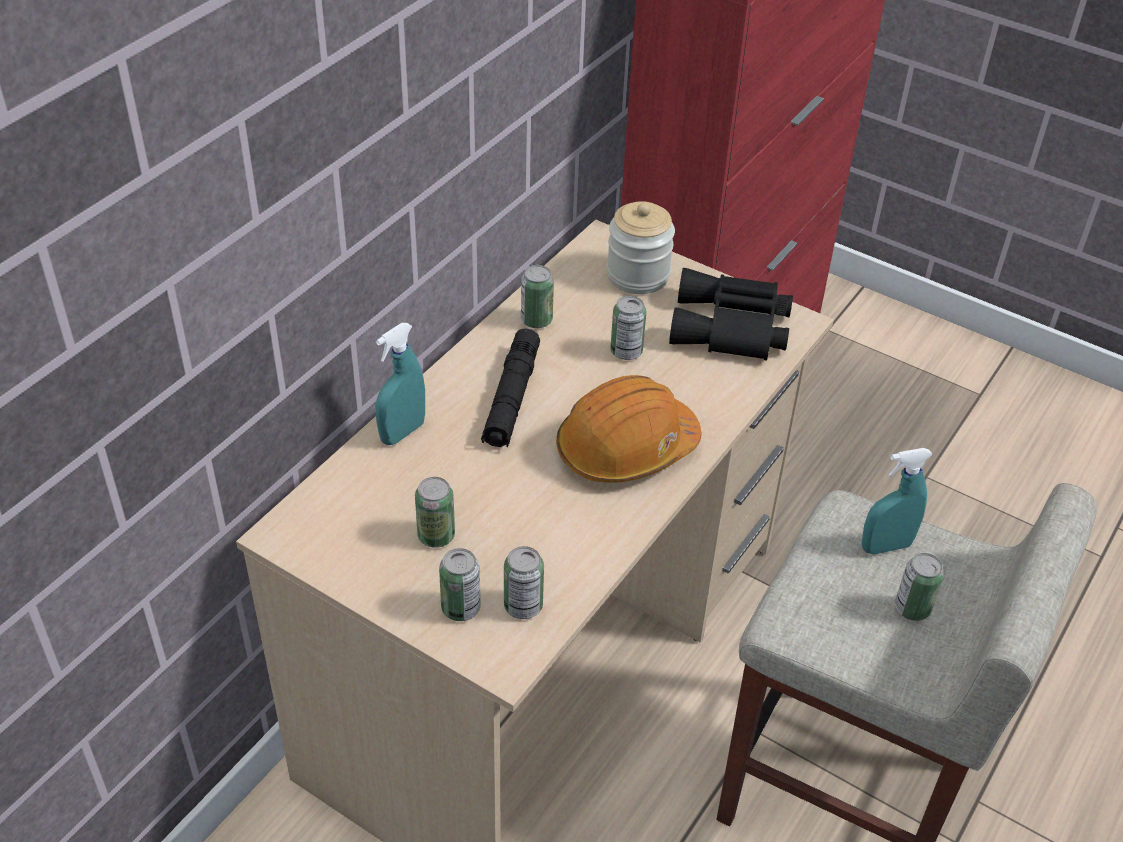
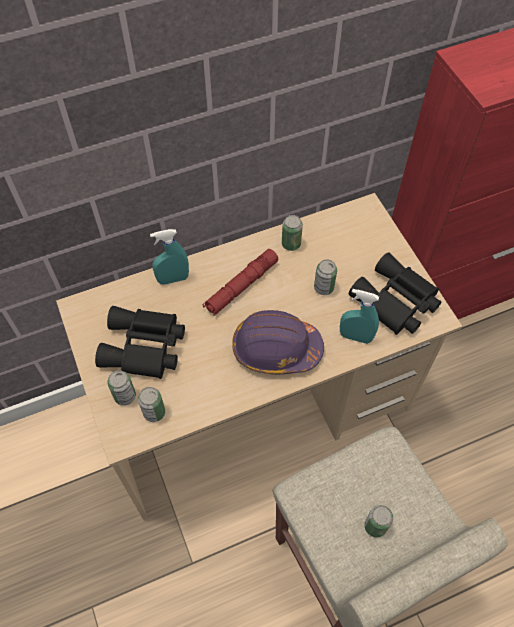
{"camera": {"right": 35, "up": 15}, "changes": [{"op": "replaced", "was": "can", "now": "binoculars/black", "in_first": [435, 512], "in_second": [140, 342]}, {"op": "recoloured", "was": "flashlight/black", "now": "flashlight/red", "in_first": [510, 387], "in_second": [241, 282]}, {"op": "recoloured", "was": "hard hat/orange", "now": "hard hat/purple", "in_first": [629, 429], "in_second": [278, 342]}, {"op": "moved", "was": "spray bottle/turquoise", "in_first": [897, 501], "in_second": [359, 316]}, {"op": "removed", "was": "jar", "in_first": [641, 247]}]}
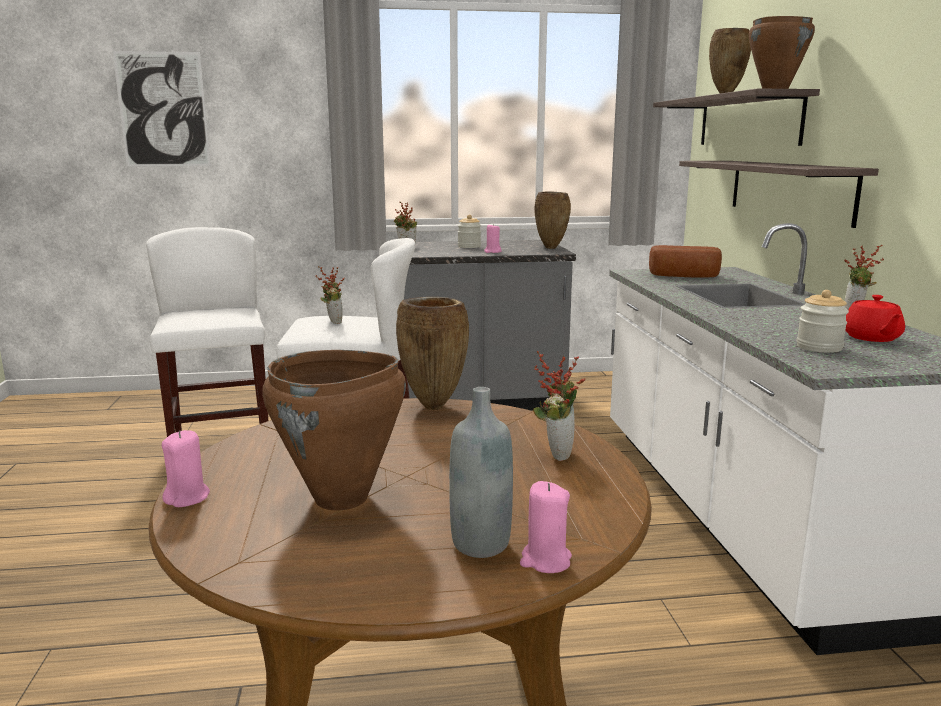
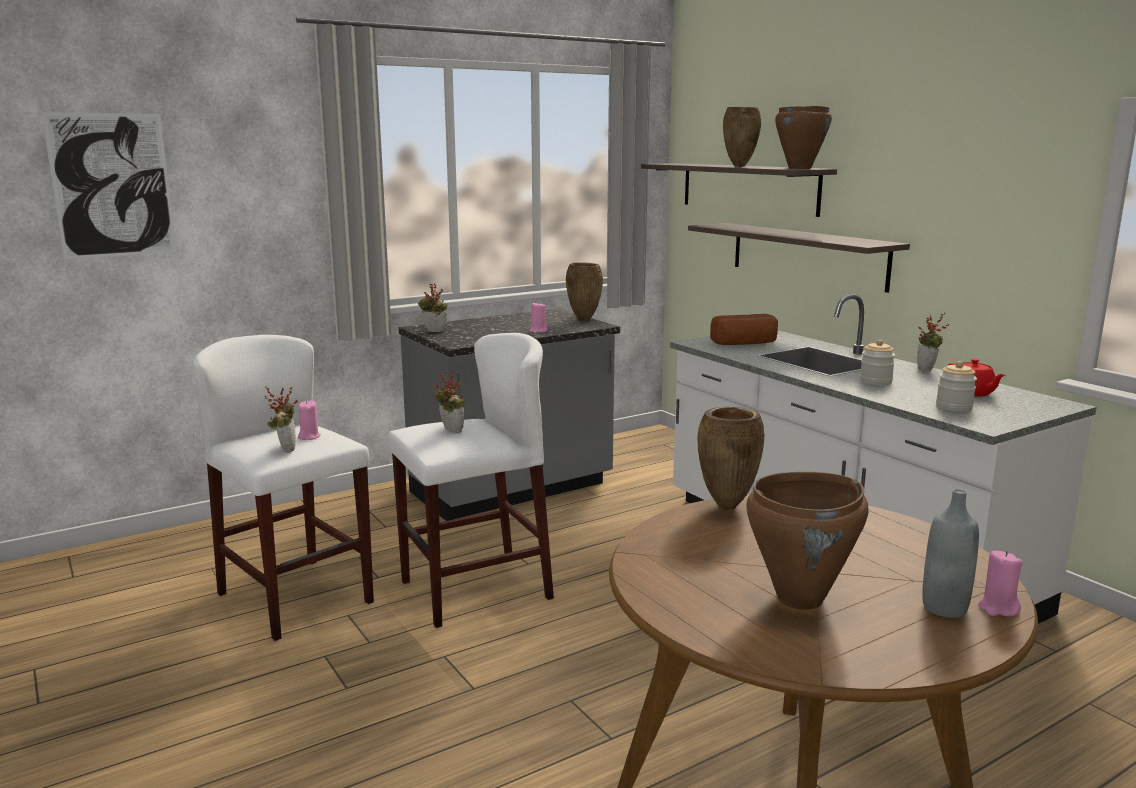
{"camera": {"right": -25, "up": 0}, "changes": [{"op": "moved", "was": "potted plant", "in_first": [559, 406], "in_second": [281, 419]}, {"op": "moved", "was": "candle/pink", "in_first": [186, 468], "in_second": [309, 420]}, {"op": "moved", "was": "jar", "in_first": [469, 231], "in_second": [877, 362]}]}
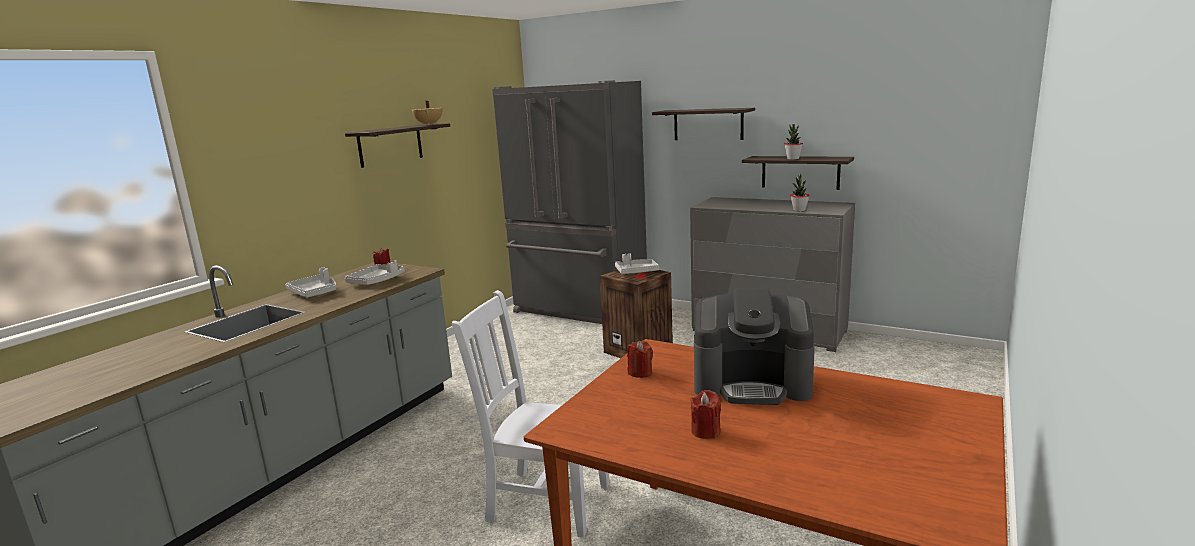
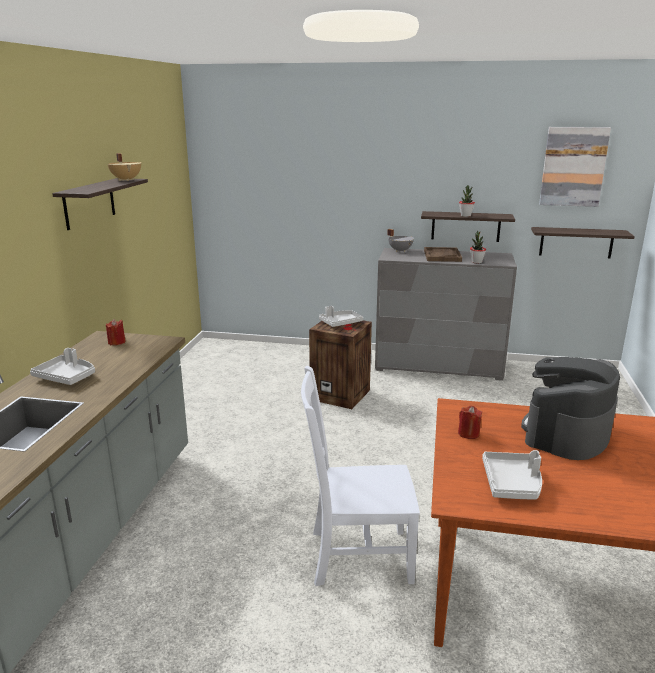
{"camera": {"right": -20, "up": 5}, "changes": [{"op": "added", "now": "cooking pot/grey", "in_second": [400, 240]}, {"op": "added", "now": "tray/brown", "in_second": [443, 254]}, {"op": "moved", "was": "tray/grey", "in_first": [375, 272], "in_second": [512, 475]}, {"op": "turned", "was": "coffee machine", "in_first": [754, 346], "in_second": [570, 408], "clockwise": 135}, {"op": "moved", "was": "shelf", "in_first": [703, 124], "in_second": [583, 242]}, {"op": "added", "now": "picture", "in_second": [575, 167]}, {"op": "removed", "was": "fridge/grey", "in_first": [569, 202]}, {"op": "removed", "was": "candle/red", "in_first": [705, 414]}]}
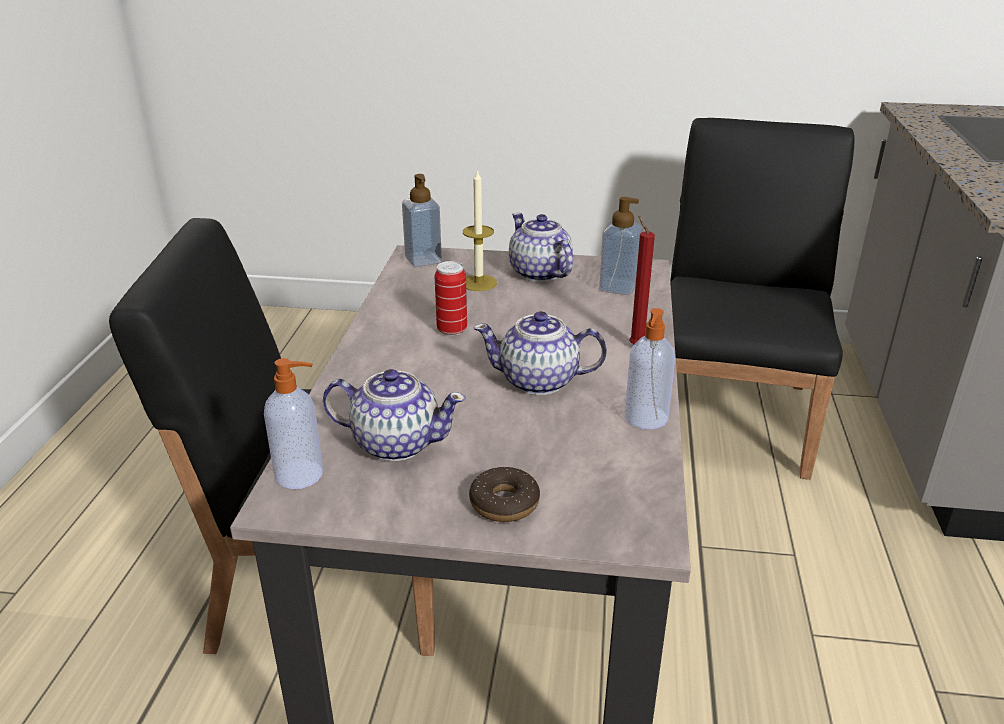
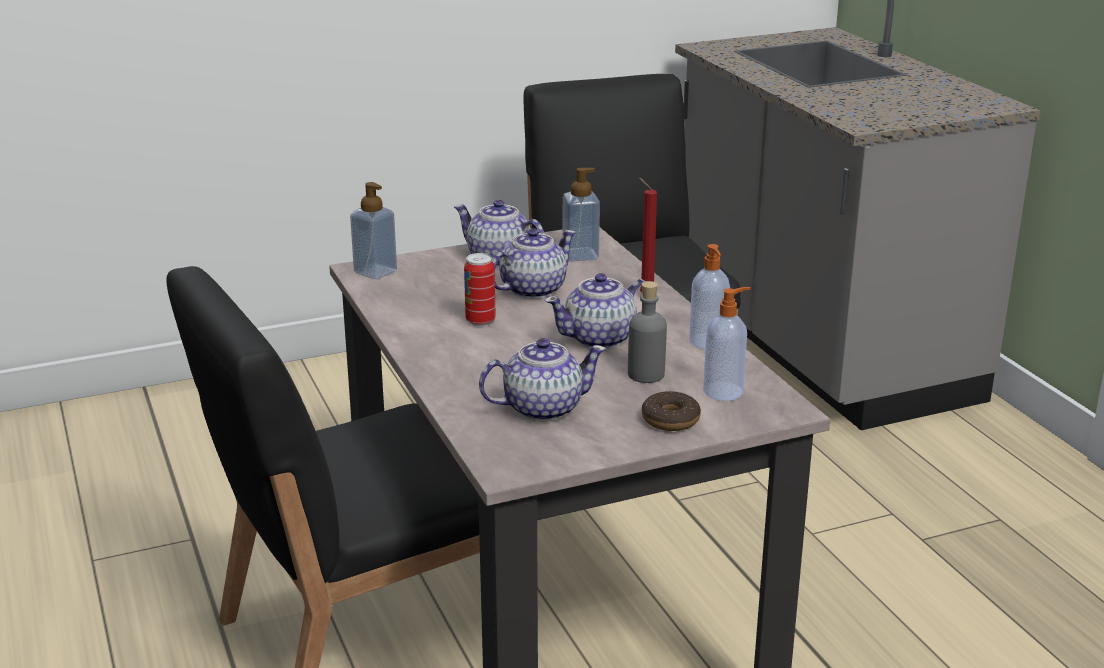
{"camera": {"right": -30, "up": -5}, "changes": [{"op": "added", "now": "teapot", "in_second": [534, 263]}, {"op": "added", "now": "bottle/grey", "in_second": [647, 332]}, {"op": "moved", "was": "soap dispenser", "in_first": [293, 423], "in_second": [727, 344]}, {"op": "removed", "was": "candle", "in_first": [480, 230]}]}
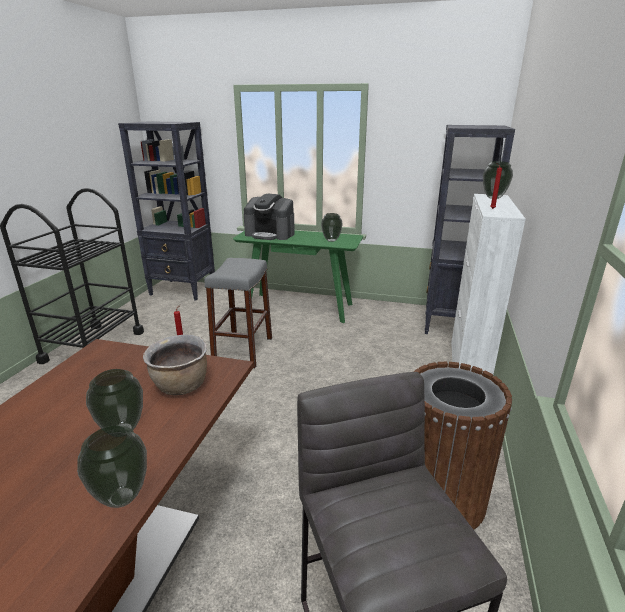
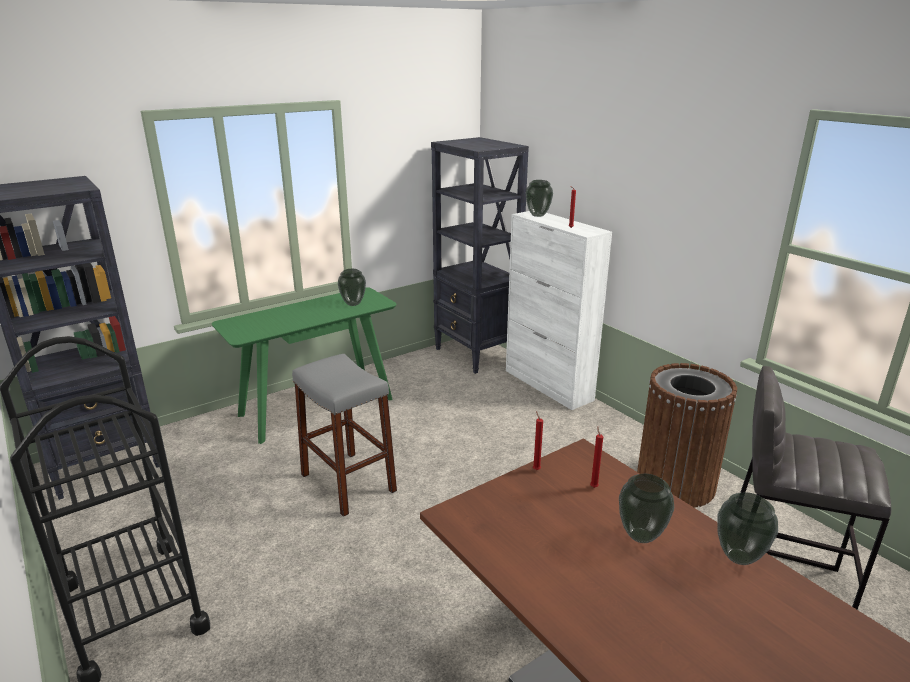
{"camera": {"right": -50, "up": 0}, "changes": [{"op": "replaced", "was": "cooking pot/brown", "now": "candle/red", "in_first": [175, 364], "in_second": [596, 457]}, {"op": "removed", "was": "coffee machine", "in_first": [269, 217]}]}
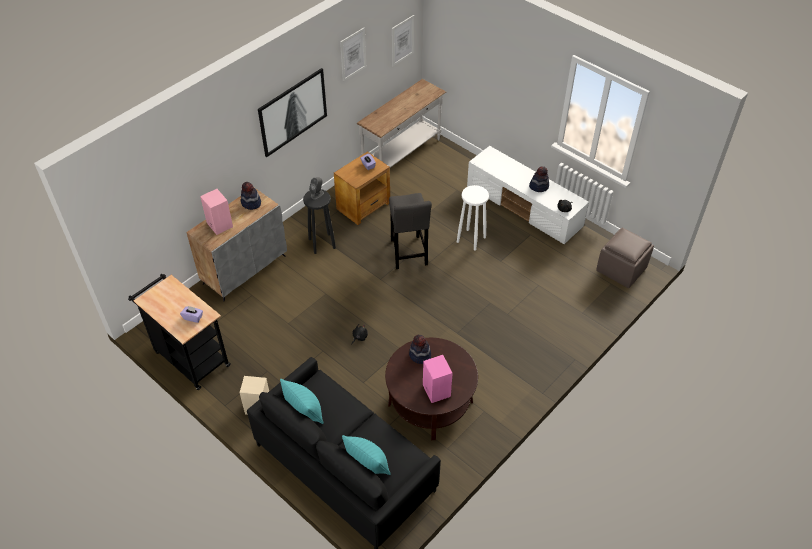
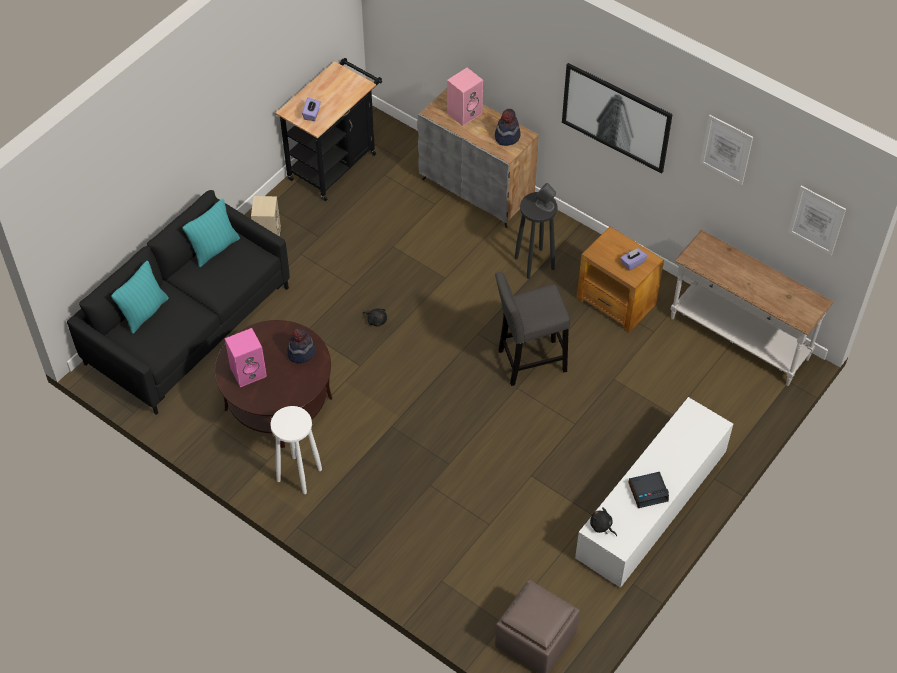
{"camera": {"right": 85, "up": 5}, "changes": [{"op": "moved", "was": "stool/white", "in_first": [473, 218], "in_second": [296, 450]}, {"op": "replaced", "was": "hat", "now": "alarm clock", "in_first": [539, 179], "in_second": [648, 490]}]}
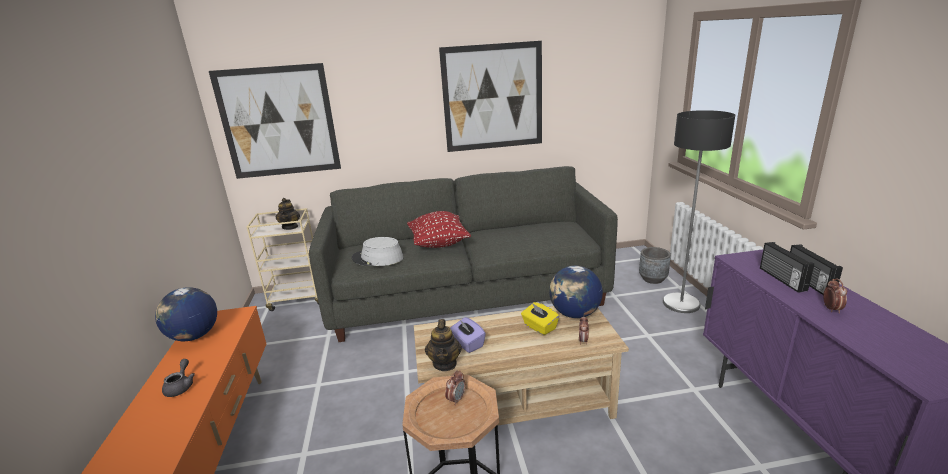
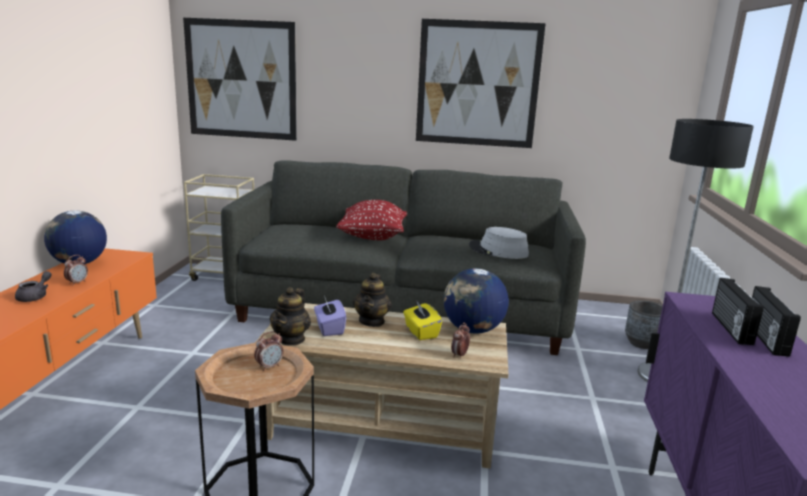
{"camera": {"right": 15, "up": -5}, "changes": [{"op": "moved", "was": "alarm clock", "in_first": [835, 295], "in_second": [76, 270]}, {"op": "moved", "was": "teapot", "in_first": [288, 214], "in_second": [372, 300]}, {"op": "moved", "was": "hat/grey", "in_first": [378, 251], "in_second": [499, 243]}]}
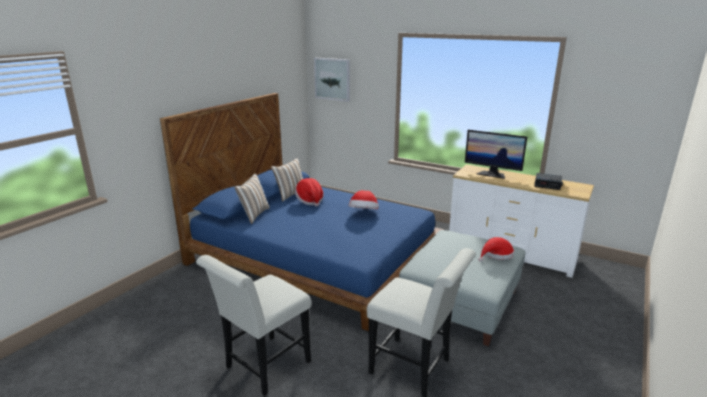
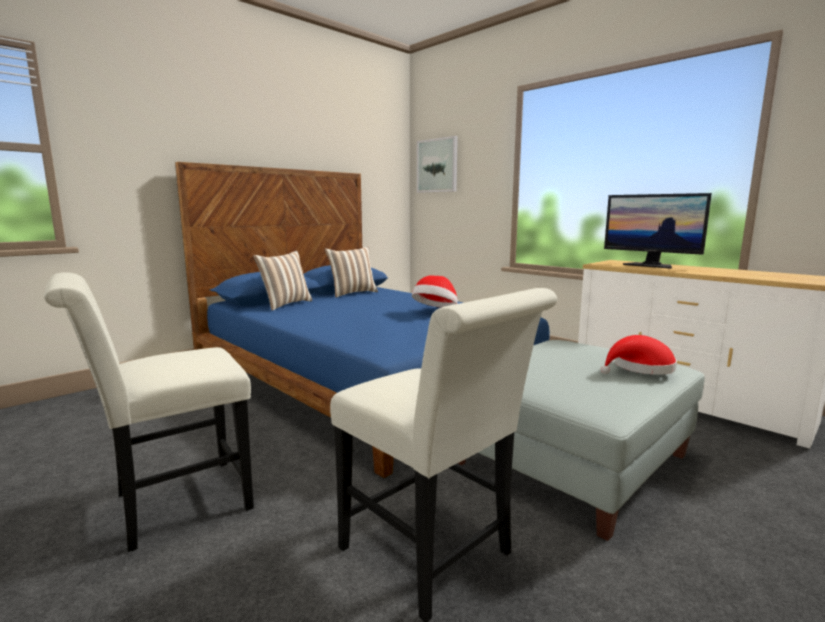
{"camera": {"right": 15, "up": -10}, "changes": [{"op": "removed", "was": "hat", "in_first": [309, 192]}, {"op": "removed", "was": "alarm clock", "in_first": [548, 181]}]}
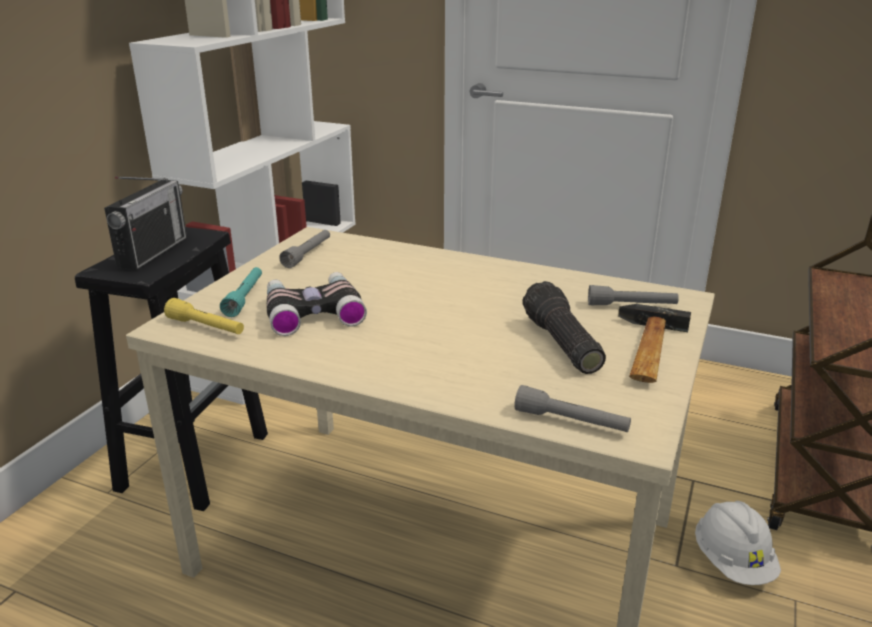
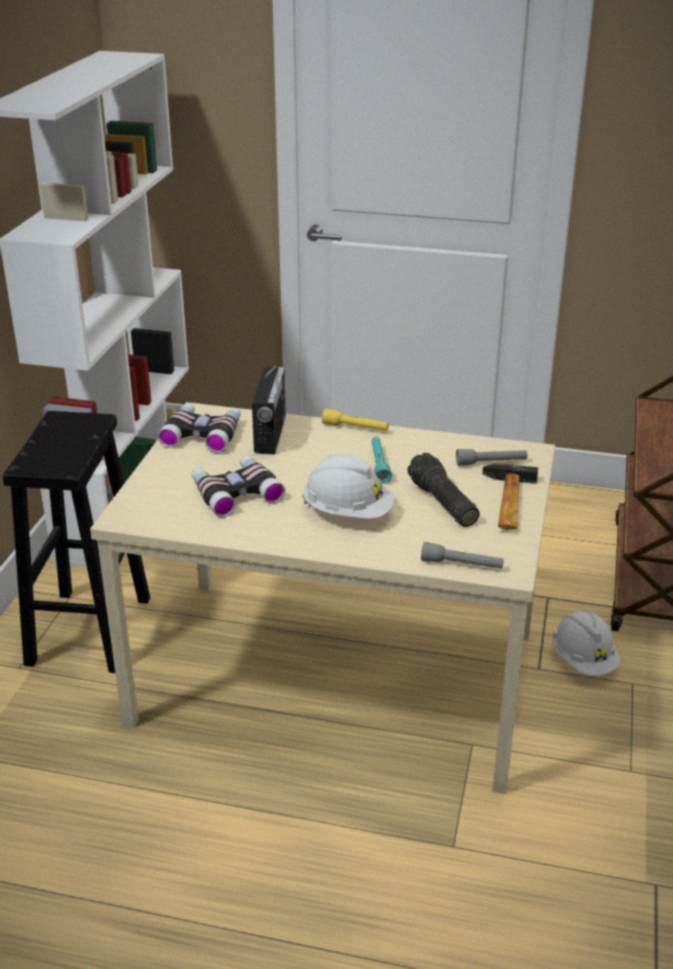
{"camera": {"right": -10, "up": 5}, "changes": [{"op": "replaced", "was": "flashlight/grey", "now": "binoculars", "in_first": [304, 249], "in_second": [199, 428]}, {"op": "moved", "was": "radio", "in_first": [145, 223], "in_second": [269, 410]}, {"op": "added", "now": "hard hat/white", "in_second": [348, 486]}, {"op": "moved", "was": "flashlight/yellow", "in_first": [204, 316], "in_second": [355, 420]}, {"op": "moved", "was": "flashlight/turquoise", "in_first": [241, 292], "in_second": [382, 460]}]}
